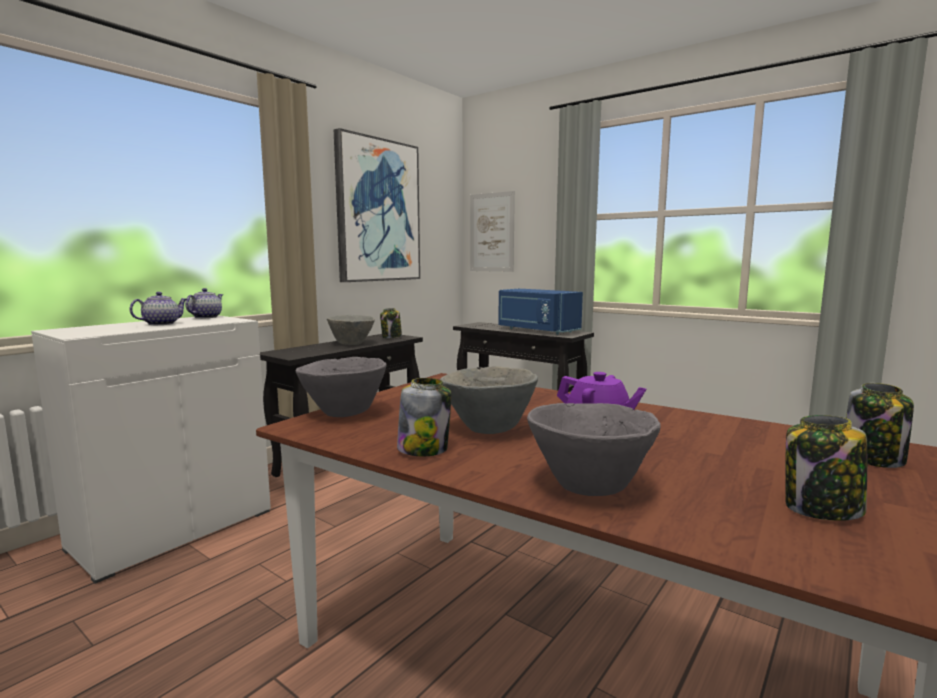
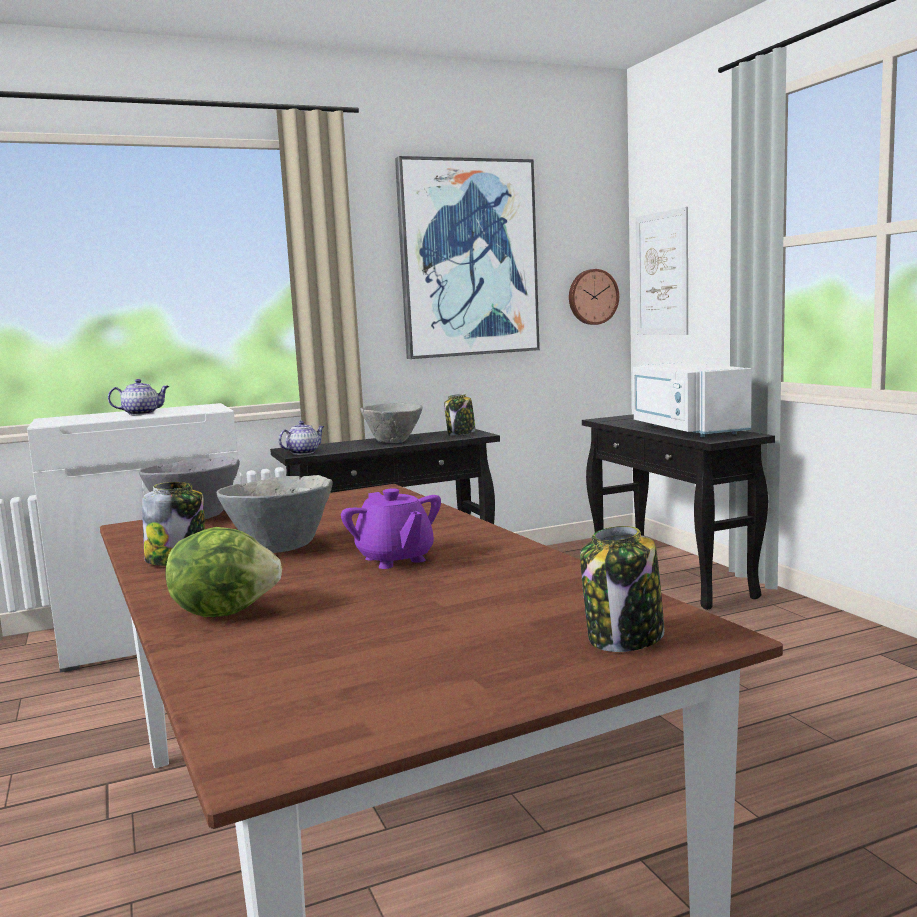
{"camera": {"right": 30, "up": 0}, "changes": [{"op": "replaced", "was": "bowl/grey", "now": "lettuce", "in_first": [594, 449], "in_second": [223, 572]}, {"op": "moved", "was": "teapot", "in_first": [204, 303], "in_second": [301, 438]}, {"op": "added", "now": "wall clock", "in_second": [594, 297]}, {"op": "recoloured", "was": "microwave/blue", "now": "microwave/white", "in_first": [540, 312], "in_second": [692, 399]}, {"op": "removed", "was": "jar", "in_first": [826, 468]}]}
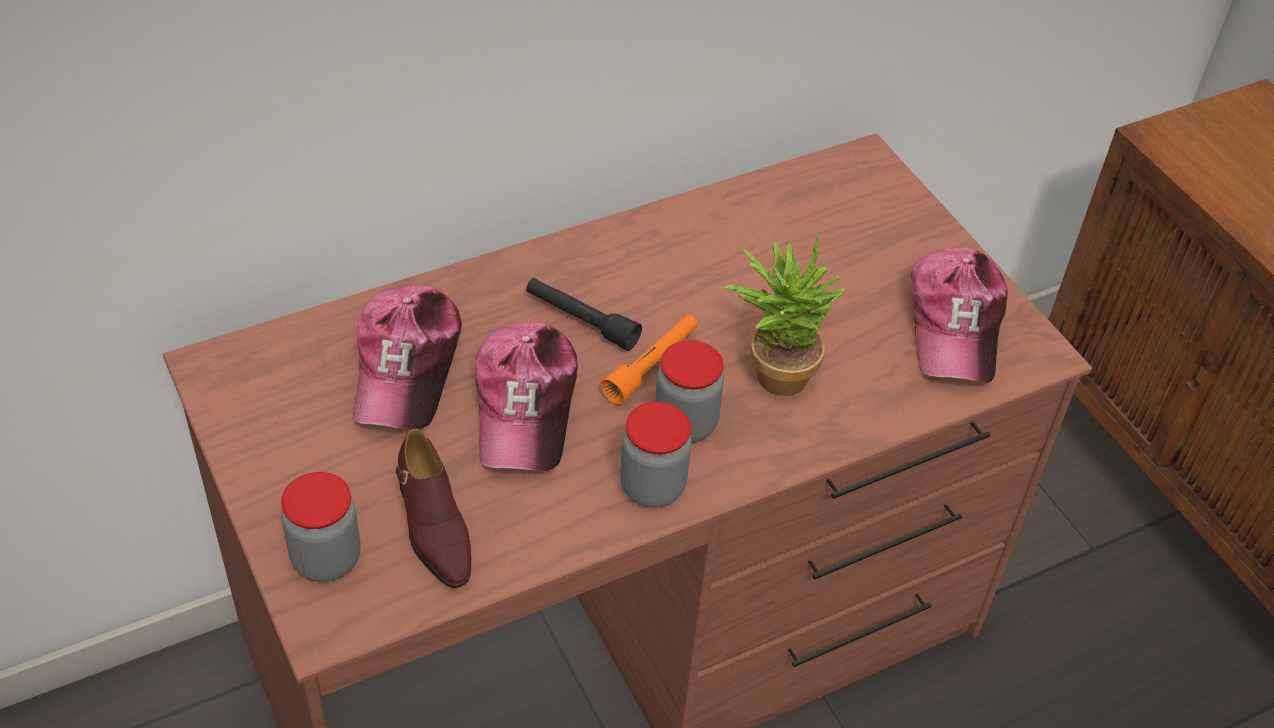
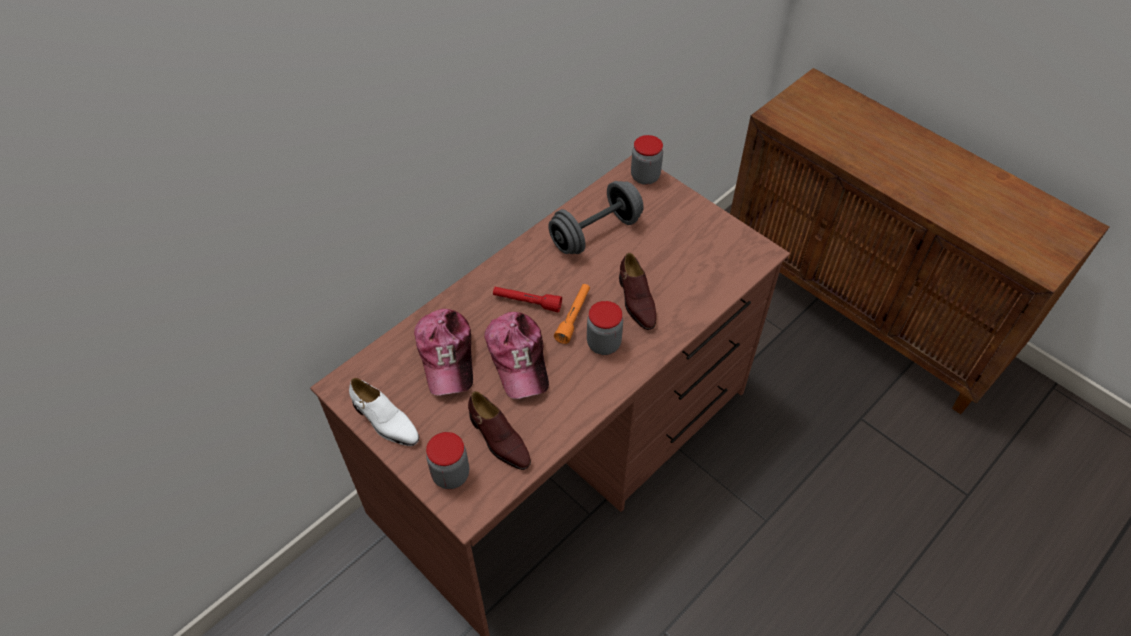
{"camera": {"right": -15, "up": 5}, "changes": [{"op": "added", "now": "shoe/white", "in_second": [384, 412]}, {"op": "recoloured", "was": "flashlight/black", "now": "flashlight/red", "in_first": [584, 314], "in_second": [527, 300]}, {"op": "added", "now": "dumbbell/grey", "in_second": [596, 217]}, {"op": "replaced", "was": "potted plant", "now": "shoe/brown", "in_first": [785, 315], "in_second": [637, 291]}, {"op": "moved", "was": "jar", "in_first": [656, 455], "in_second": [647, 160]}, {"op": "removed", "was": "cap", "in_first": [959, 315]}]}
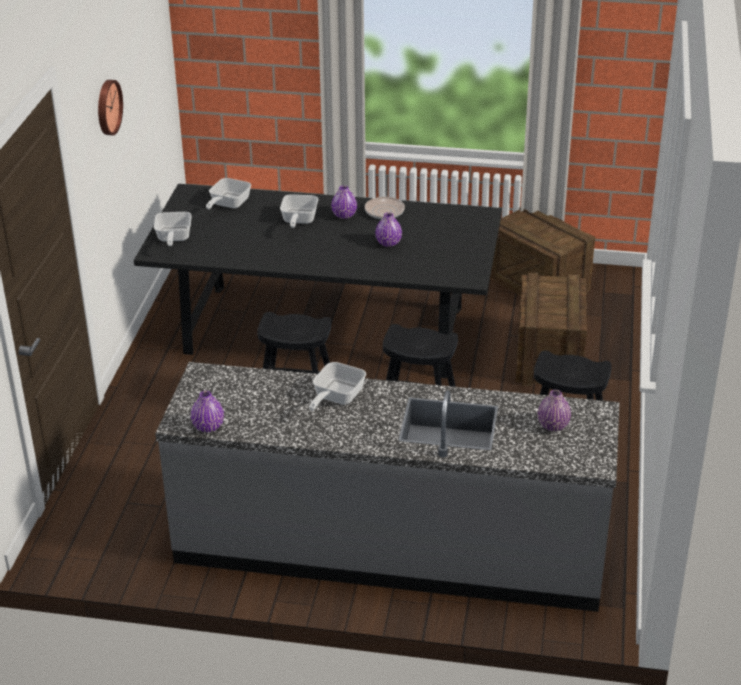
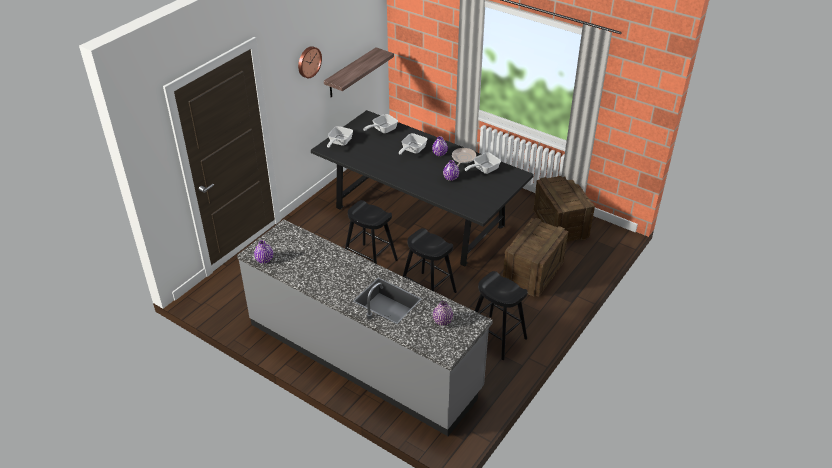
{"camera": {"right": 25, "up": 5}, "changes": [{"op": "added", "now": "shelf", "in_second": [359, 72]}, {"op": "moved", "was": "frying pan", "in_first": [337, 386], "in_second": [483, 163]}]}
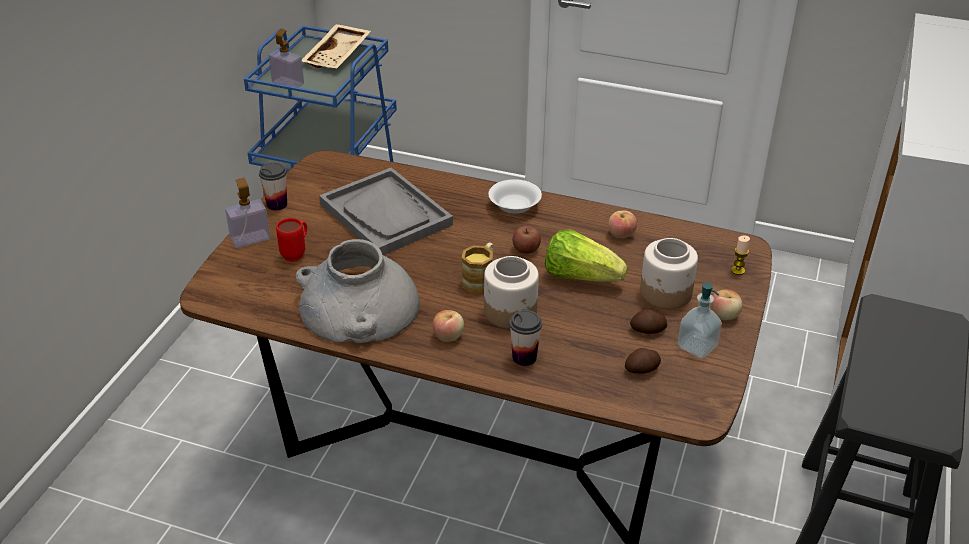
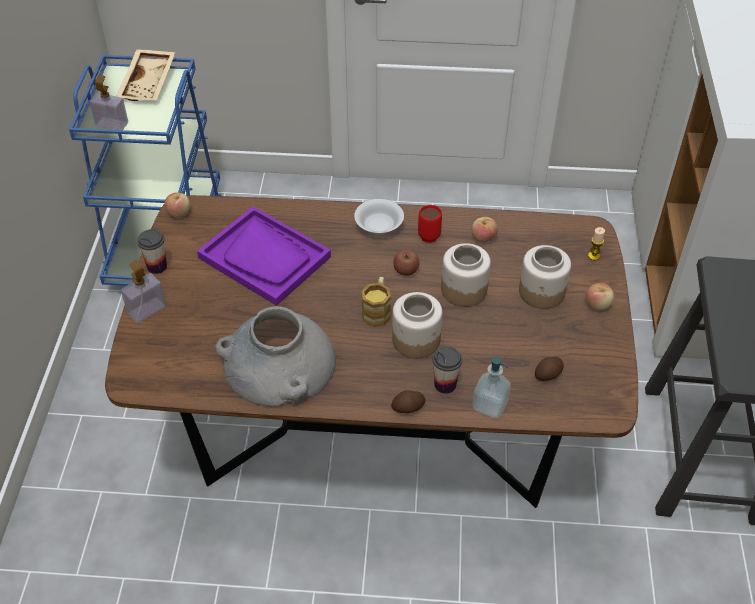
{"camera": {"right": -15, "up": 10}, "changes": [{"op": "moved", "was": "apple", "in_first": [448, 326], "in_second": [177, 205]}, {"op": "recoloured", "was": "tray/grey", "now": "tray/purple", "in_first": [386, 211], "in_second": [264, 256]}, {"op": "moved", "was": "potato", "in_first": [648, 321], "in_second": [408, 401]}, {"op": "moved", "was": "mug/red", "in_first": [291, 240], "in_second": [430, 224]}, {"op": "replaced", "was": "lettuce", "now": "jar", "in_first": [586, 255], "in_second": [466, 275]}, {"op": "moved", "was": "soap dispenser", "in_first": [700, 320], "in_second": [492, 387]}]}
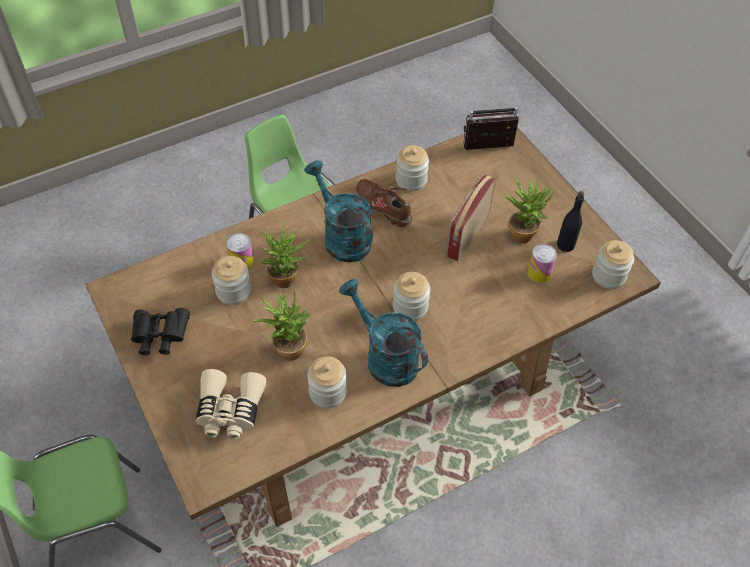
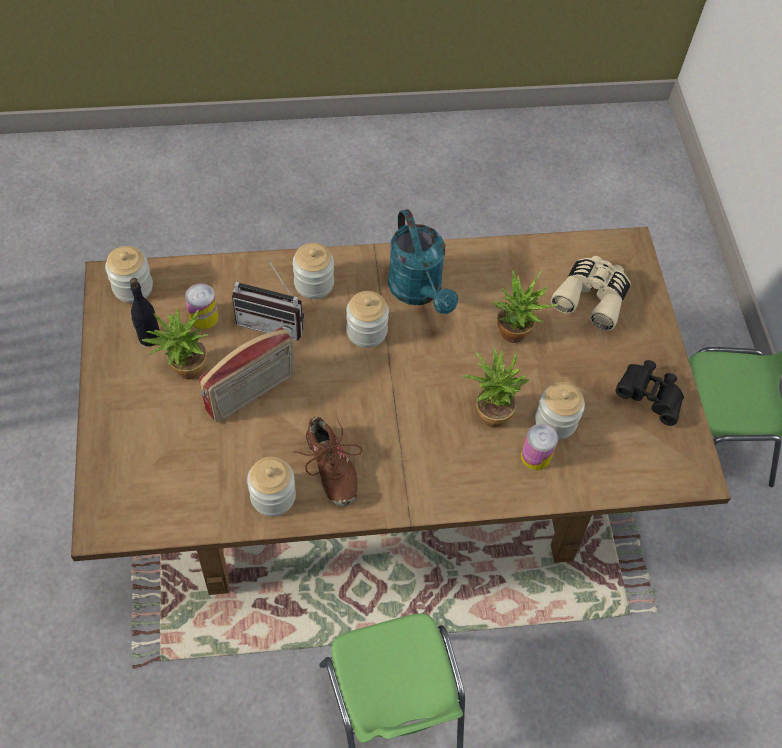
{"camera": {"right": -160, "up": 5}, "changes": [{"op": "moved", "was": "radio", "in_first": [491, 128], "in_second": [268, 299]}, {"op": "moved", "was": "jar", "in_first": [327, 382], "in_second": [313, 271]}, {"op": "removed", "was": "watering can/turquoise", "in_first": [338, 211]}]}
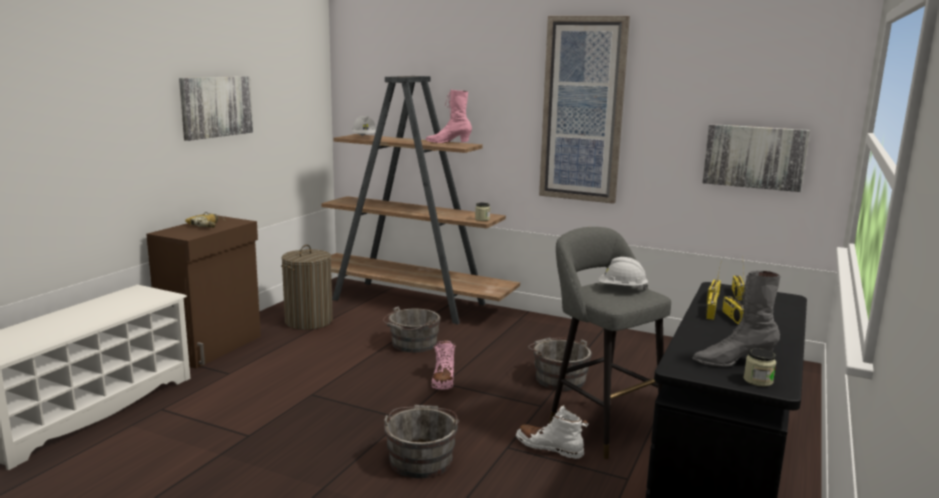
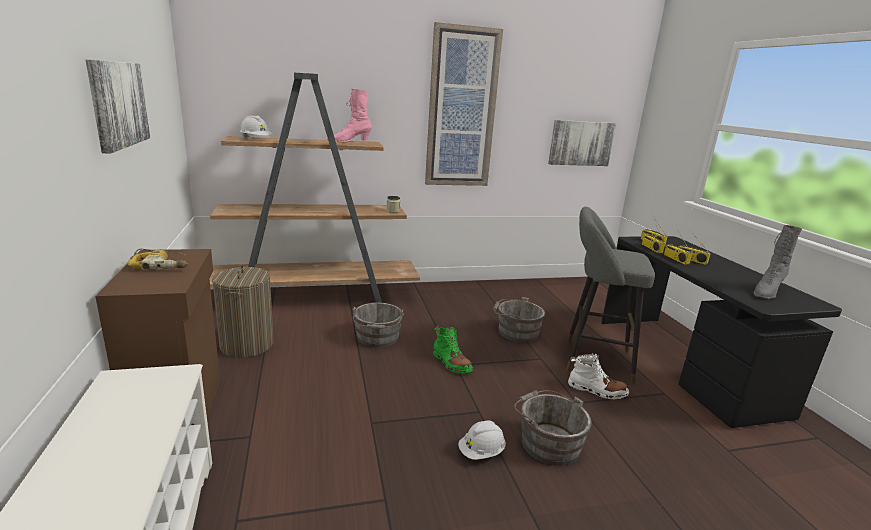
{"camera": {"right": -40, "up": 5}, "changes": [{"op": "recoloured", "was": "boot/pink", "now": "boot/green", "in_first": [443, 364], "in_second": [453, 350]}, {"op": "moved", "was": "hard hat/white", "in_first": [623, 274], "in_second": [482, 440]}, {"op": "turned", "was": "boot/white", "in_first": [552, 432], "in_second": [598, 376], "clockwise": -150}, {"op": "removed", "was": "jar", "in_first": [760, 367]}]}
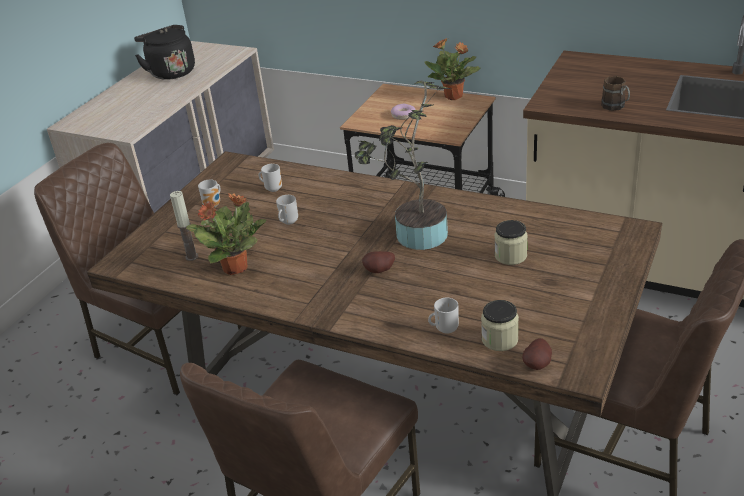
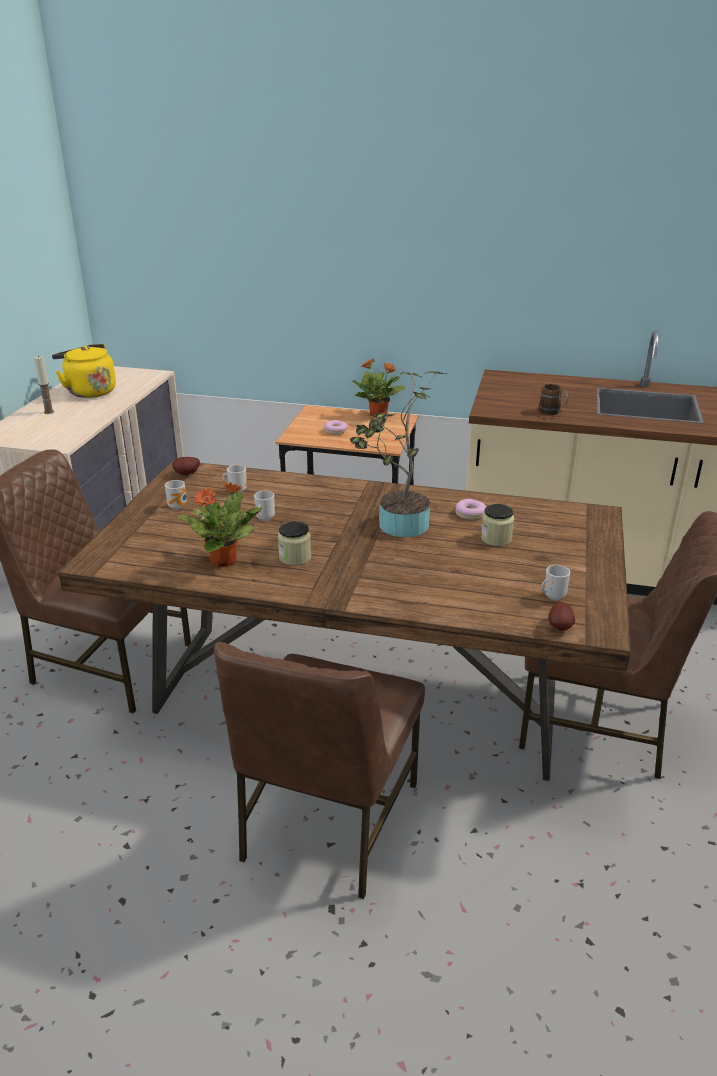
{"camera": {"right": -15, "up": -5}, "changes": [{"op": "moved", "was": "candle", "in_first": [184, 226], "in_second": [44, 385]}, {"op": "recoloured", "was": "kettle/black", "now": "kettle/yellow", "in_first": [164, 52], "in_second": [84, 371]}, {"op": "moved", "was": "potato", "in_first": [378, 262], "in_second": [186, 466]}, {"op": "moved", "was": "jar", "in_first": [500, 325], "in_second": [294, 543]}, {"op": "added", "now": "donut", "in_second": [470, 509]}, {"op": "moved", "was": "mug", "in_first": [443, 316], "in_second": [555, 582]}]}
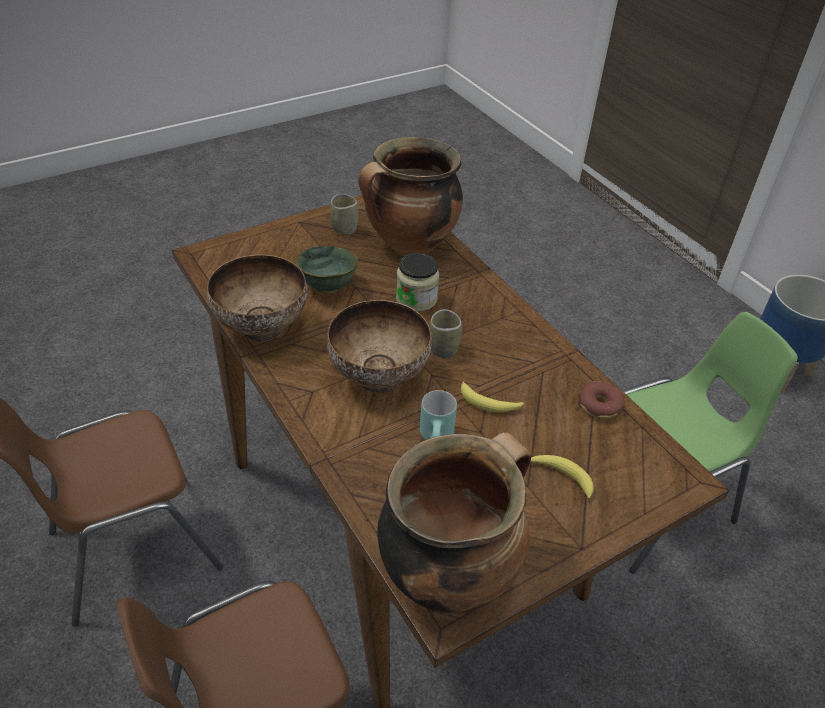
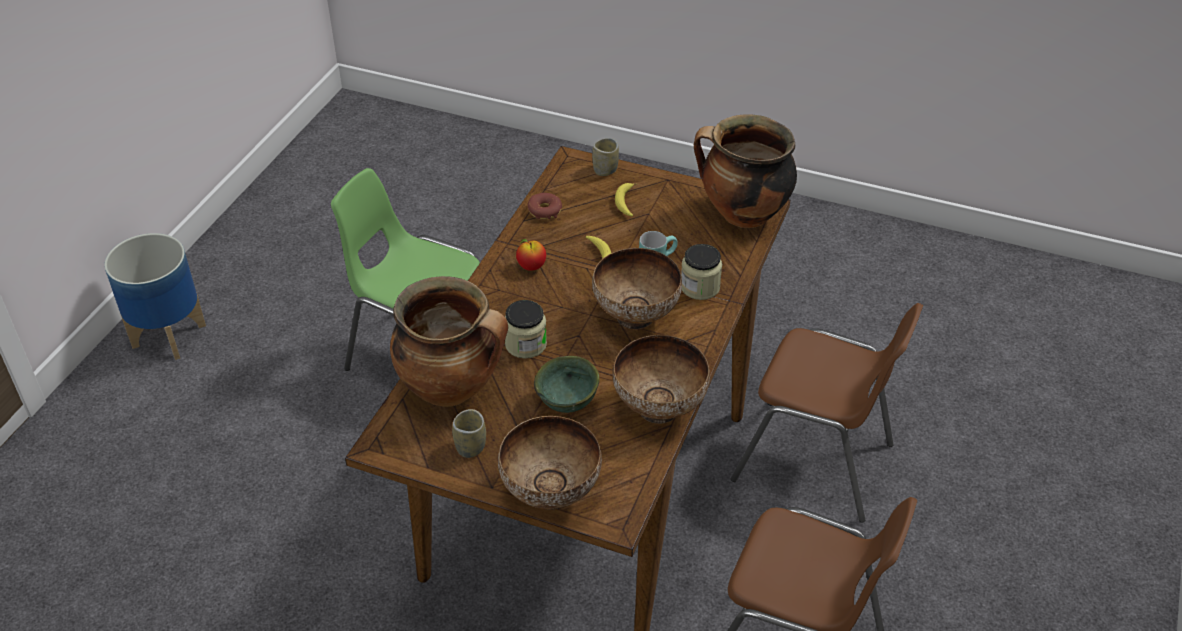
{"camera": {"right": -125, "up": 0}, "changes": [{"op": "added", "now": "bowl", "in_second": [550, 463]}, {"op": "added", "now": "apple", "in_second": [531, 255]}, {"op": "moved", "was": "cup", "in_first": [445, 333], "in_second": [605, 157]}, {"op": "added", "now": "jar", "in_second": [701, 272]}]}
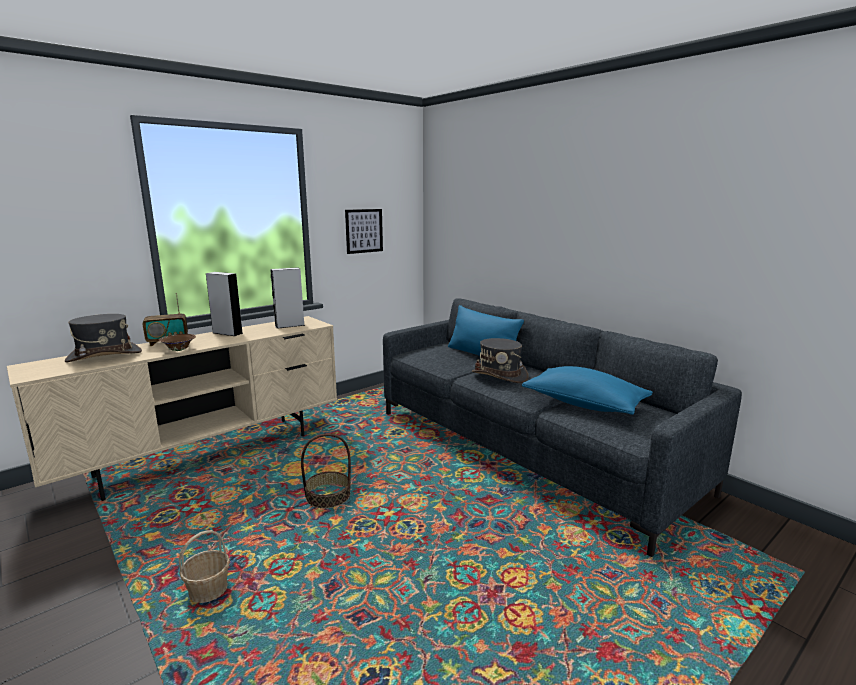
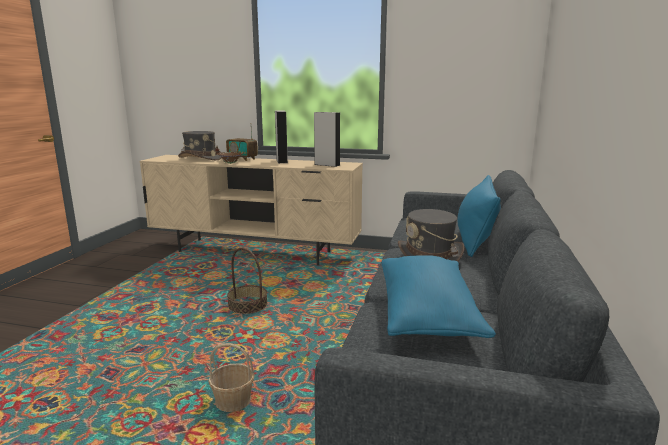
{"camera": {"right": 55, "up": 0}, "changes": [{"op": "moved", "was": "basket", "in_first": [204, 566], "in_second": [231, 377]}, {"op": "removed", "was": "picture", "in_first": [364, 231]}]}
